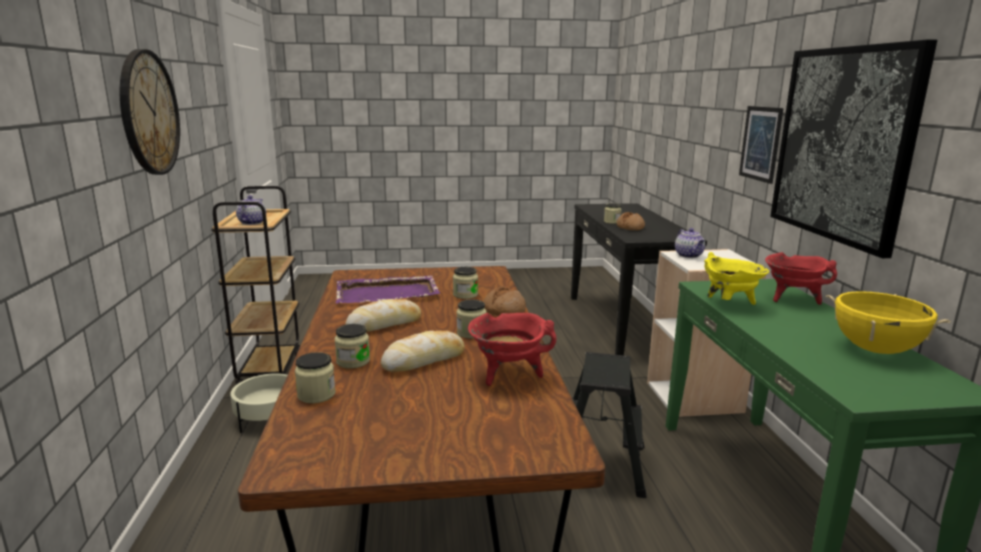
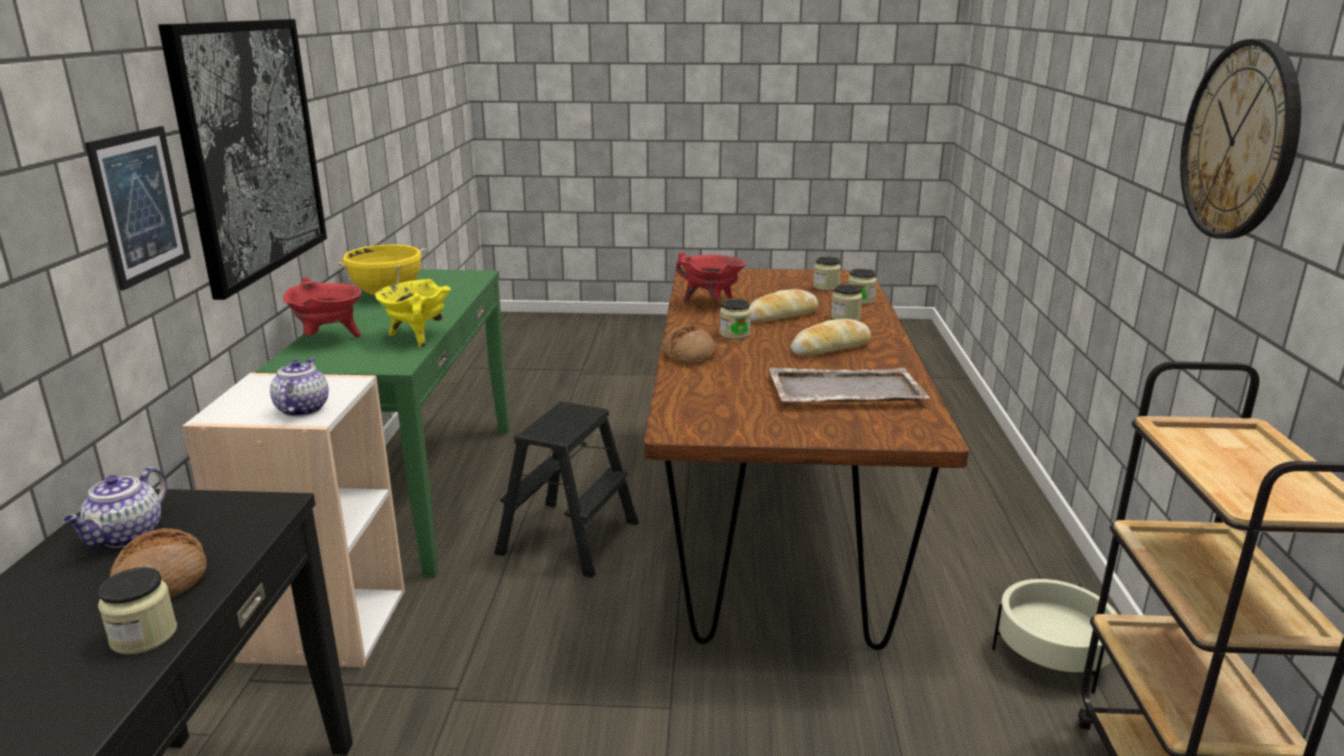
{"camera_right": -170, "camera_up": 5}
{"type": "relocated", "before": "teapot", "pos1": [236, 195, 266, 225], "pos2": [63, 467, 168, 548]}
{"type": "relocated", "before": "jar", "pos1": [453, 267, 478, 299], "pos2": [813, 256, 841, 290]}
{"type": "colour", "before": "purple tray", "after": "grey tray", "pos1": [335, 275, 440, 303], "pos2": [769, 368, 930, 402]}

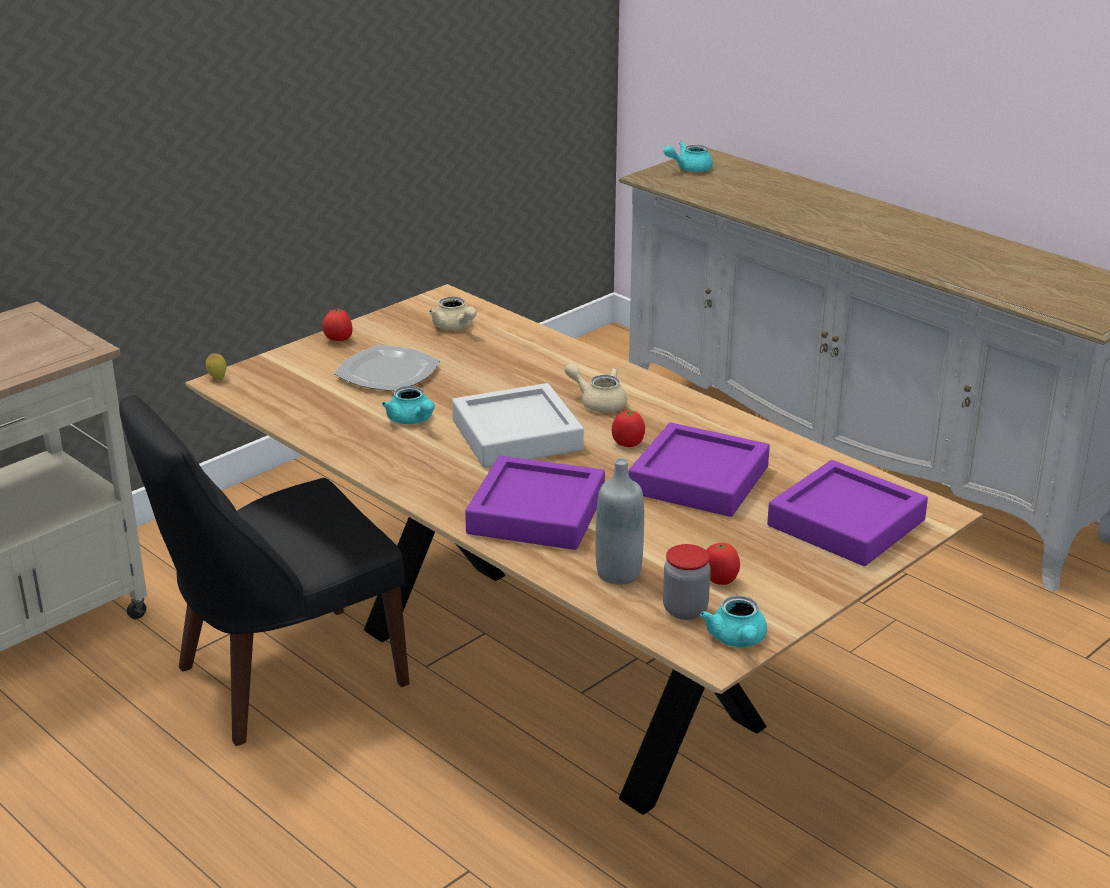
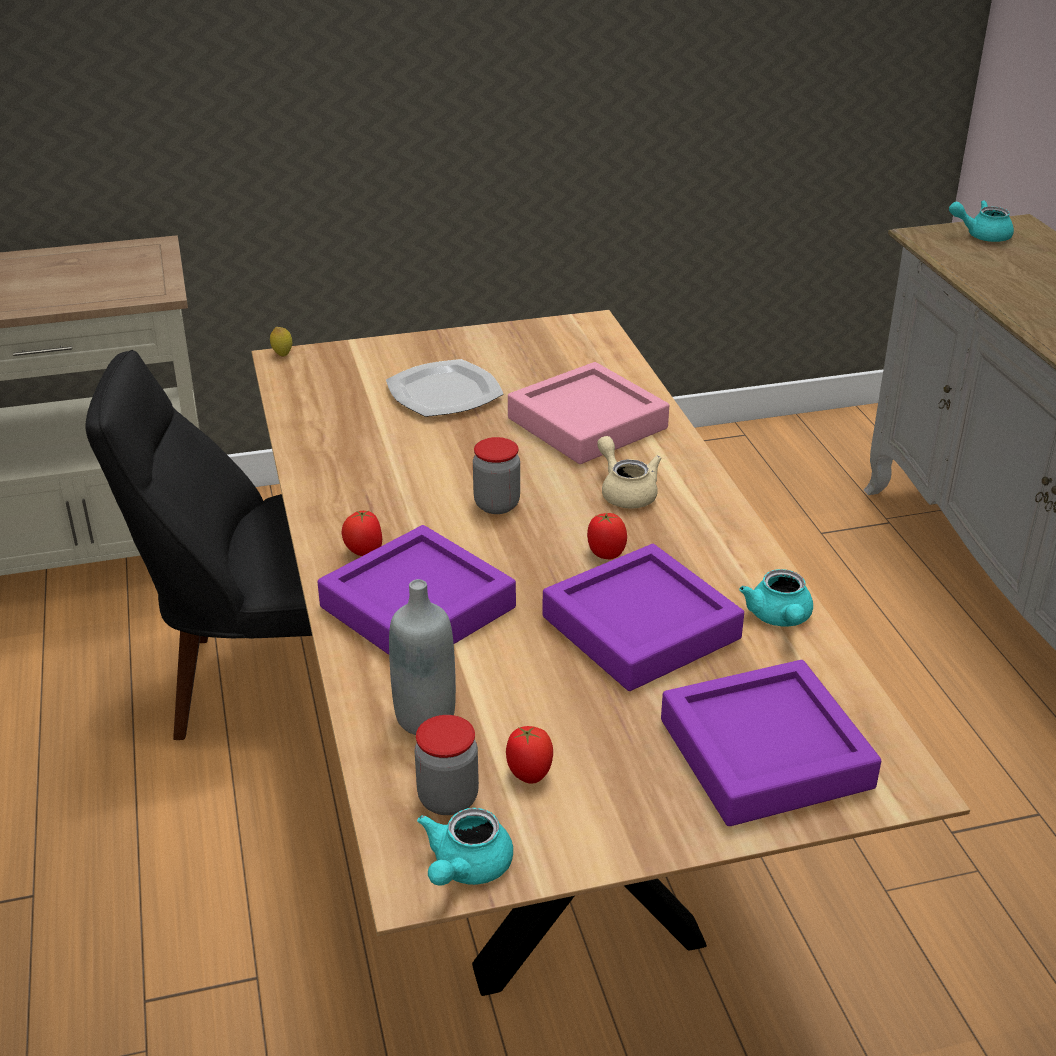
{"camera_right": 30, "camera_up": 5}
{"type": "missing", "before": "beige teapot", "pos1": [429, 297, 477, 330]}
{"type": "relocated", "before": "tomato", "pos1": [322, 309, 353, 341], "pos2": [341, 510, 382, 556]}
{"type": "exchanged", "before": "grey tray", "after": "jar", "pos1": [452, 383, 584, 468], "pos2": [473, 437, 520, 514]}
{"type": "relocated", "before": "turquoise teapot", "pos1": [382, 386, 435, 424], "pos2": [739, 569, 813, 626]}
{"type": "appeared", "after": "pink tray", "pos2": [508, 362, 669, 464]}

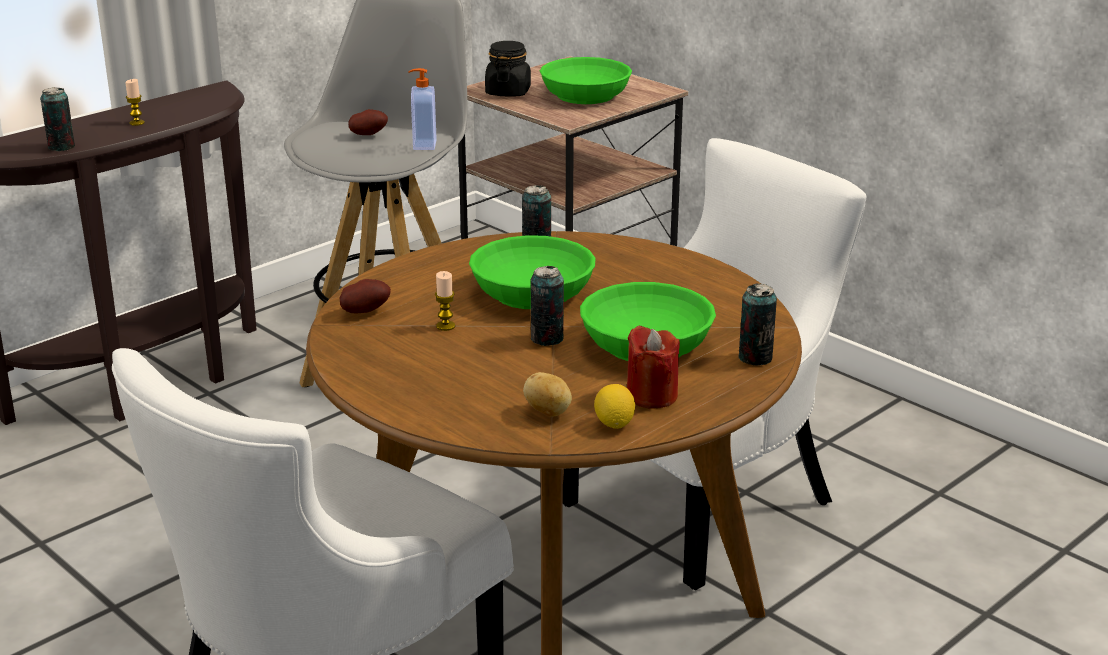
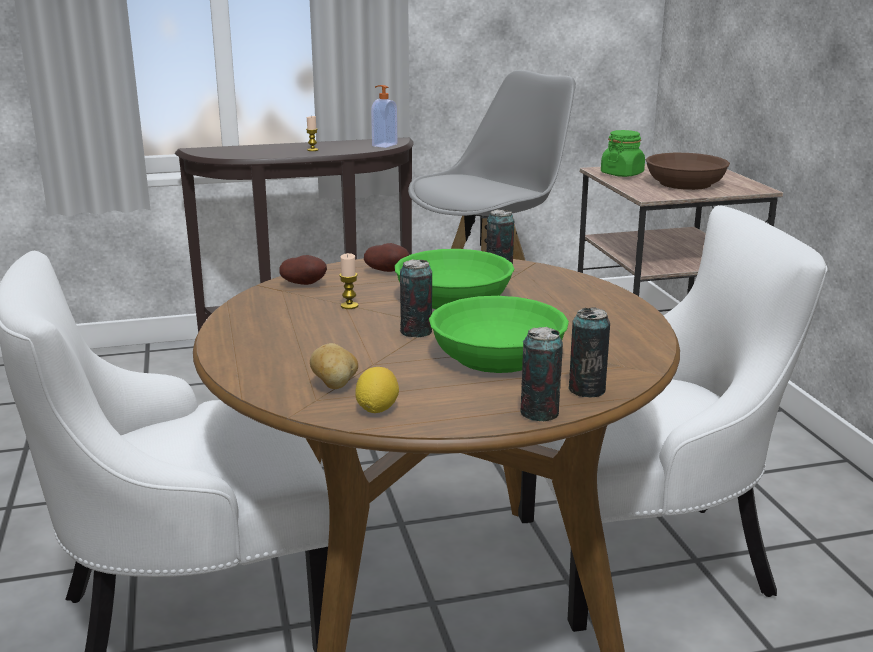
{"camera_right": 30, "camera_up": -5}
{"type": "colour", "before": "black jar", "after": "green jar", "pos1": [485, 41, 531, 97], "pos2": [601, 130, 645, 177]}
{"type": "colour", "before": "green bowl", "after": "brown bowl", "pos1": [540, 57, 632, 104], "pos2": [646, 153, 730, 190]}
{"type": "relocated", "before": "soap dispenser", "pos1": [408, 68, 436, 150], "pos2": [371, 85, 397, 148]}
{"type": "relocated", "before": "can", "pos1": [40, 87, 75, 151], "pos2": [520, 327, 563, 421]}
{"type": "relocated", "before": "potato", "pos1": [349, 109, 388, 135], "pos2": [364, 243, 409, 272]}
{"type": "missing", "before": "red candle", "pos1": [627, 326, 680, 409]}

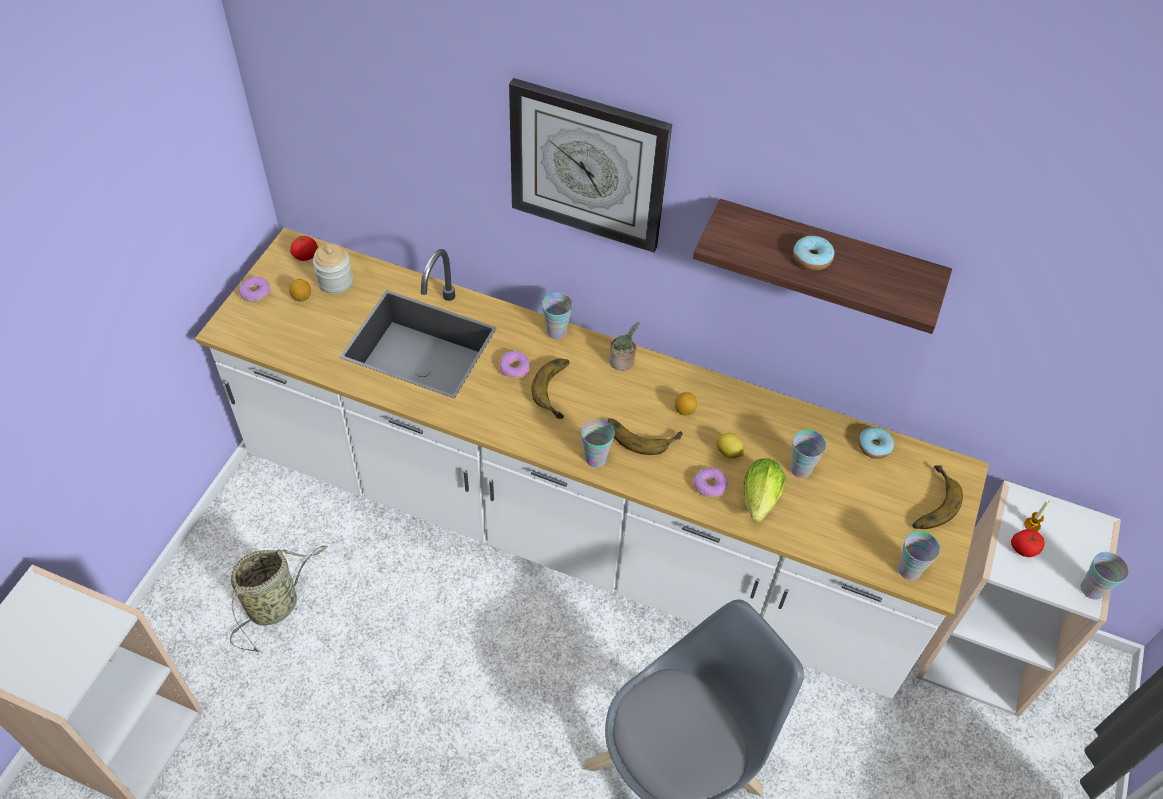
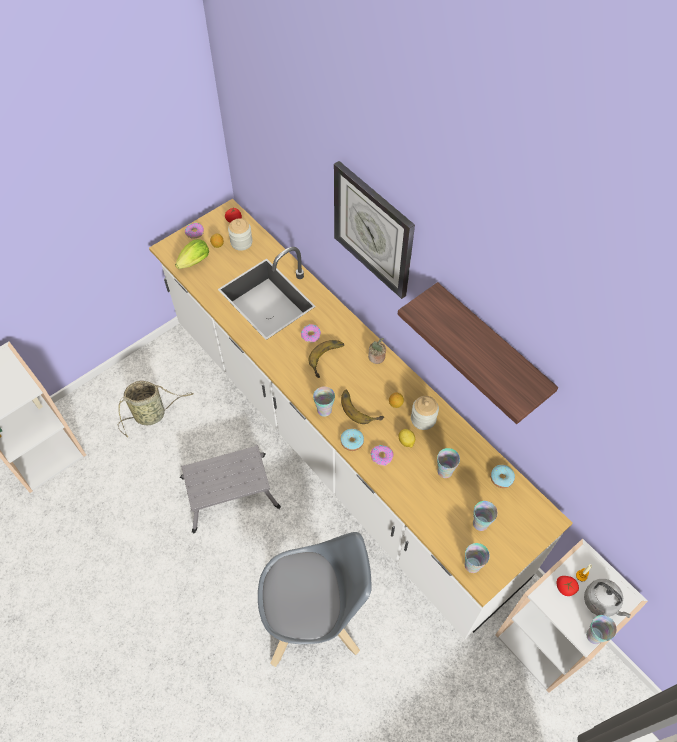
{"camera_right": 30, "camera_up": 5}
{"type": "relocated", "before": "donut", "pos1": [793, 236, 835, 271], "pos2": [340, 429, 364, 451]}
{"type": "relocated", "before": "cup", "pos1": [542, 293, 573, 339], "pos2": [473, 501, 498, 531]}
{"type": "relocated", "before": "lettuce", "pos1": [743, 458, 786, 522], "pos2": [175, 239, 209, 269]}
{"type": "missing", "before": "banana", "pos1": [912, 465, 963, 529]}
{"type": "appeared", "after": "jar", "pos2": [411, 396, 439, 430]}
{"type": "appeared", "after": "grey step ladder", "pos2": [180, 445, 281, 534]}
{"type": "appeared", "after": "grey kettle", "pos2": [584, 579, 631, 618]}

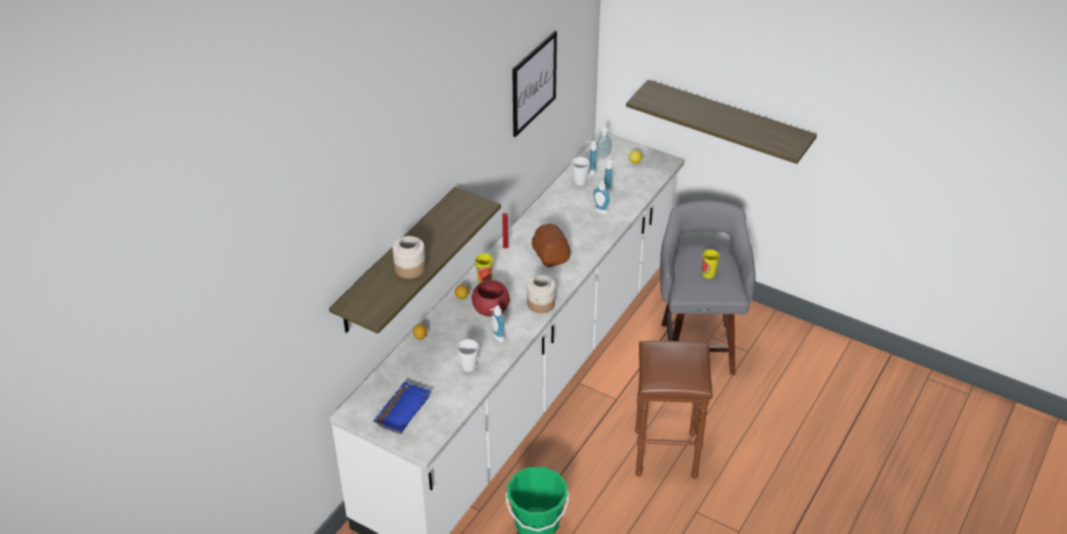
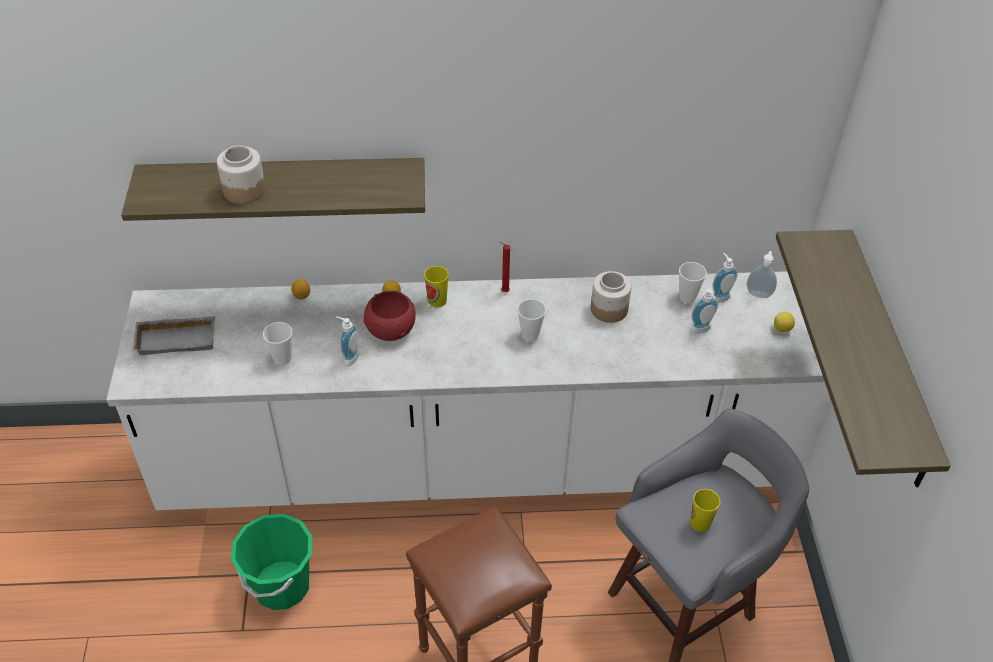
{"camera_right": 55, "camera_up": 5}
{"type": "missing", "before": "picture", "pos1": [512, 31, 557, 137]}
{"type": "missing", "before": "soap dispenser", "pos1": [593, 181, 610, 214]}
{"type": "exchanged", "before": "bread", "after": "cup", "pos1": [532, 224, 570, 267], "pos2": [517, 299, 546, 341]}
{"type": "relocated", "before": "jar", "pos1": [527, 275, 556, 313], "pos2": [591, 271, 631, 323]}
{"type": "colour", "before": "blue tray", "after": "grey tray", "pos1": [373, 382, 431, 434], "pos2": [133, 316, 215, 355]}

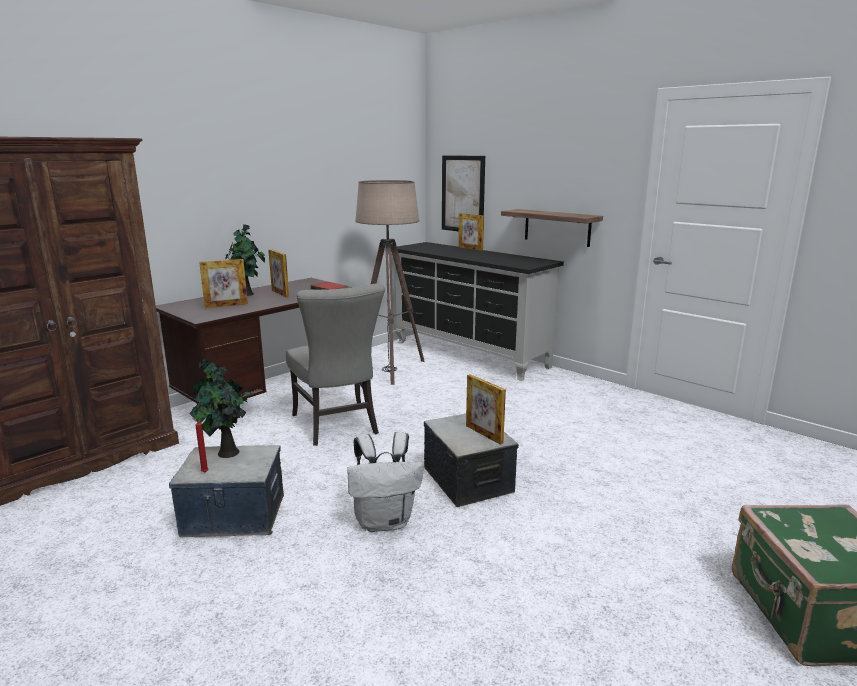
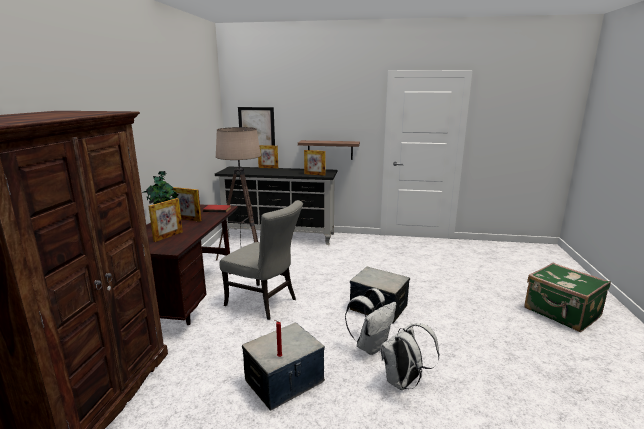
{"camera_right": -35, "camera_up": 0}
{"type": "missing", "before": "potted plant", "pos1": [189, 359, 254, 458]}
{"type": "relocated", "before": "picture frame", "pos1": [466, 374, 506, 445], "pos2": [304, 150, 326, 176]}
{"type": "appeared", "after": "white backpack", "pos2": [381, 323, 439, 390]}

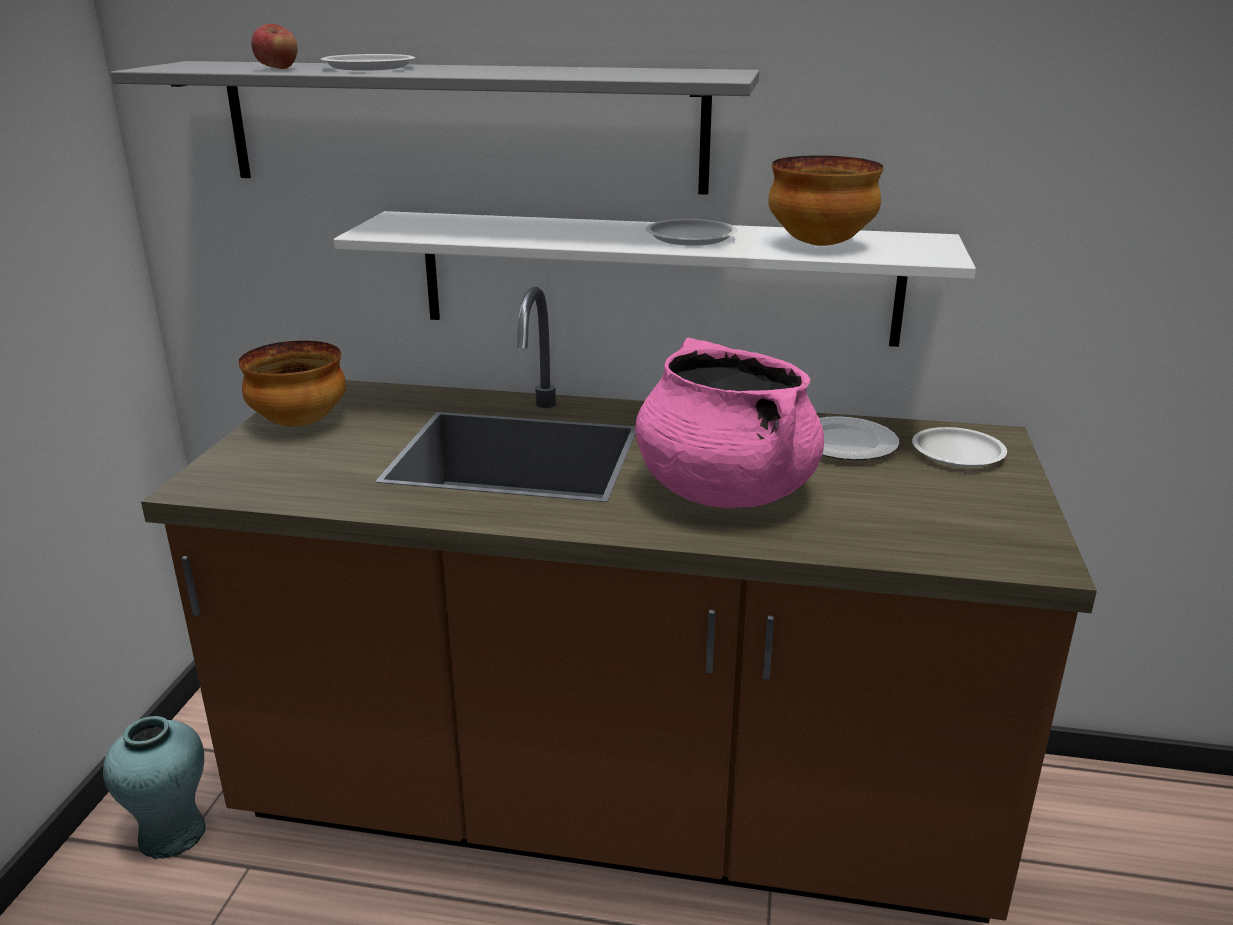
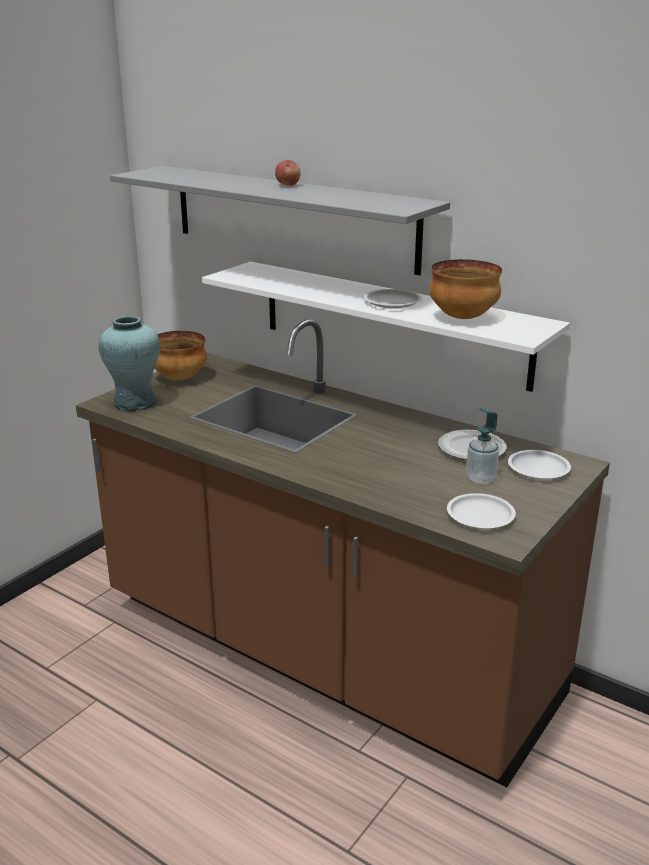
{"camera_right": 25, "camera_up": 0}
{"type": "relocated", "before": "apple", "pos1": [251, 24, 298, 69], "pos2": [275, 160, 301, 186]}
{"type": "relocated", "before": "white plate", "pos1": [321, 54, 415, 71], "pos2": [447, 493, 516, 529]}
{"type": "missing", "before": "pink cooking pot", "pos1": [635, 337, 824, 508]}
{"type": "relocated", "before": "turquoise vase", "pos1": [103, 716, 206, 859], "pos2": [98, 316, 160, 411]}
{"type": "appeared", "after": "soap dispenser", "pos2": [466, 408, 499, 484]}

